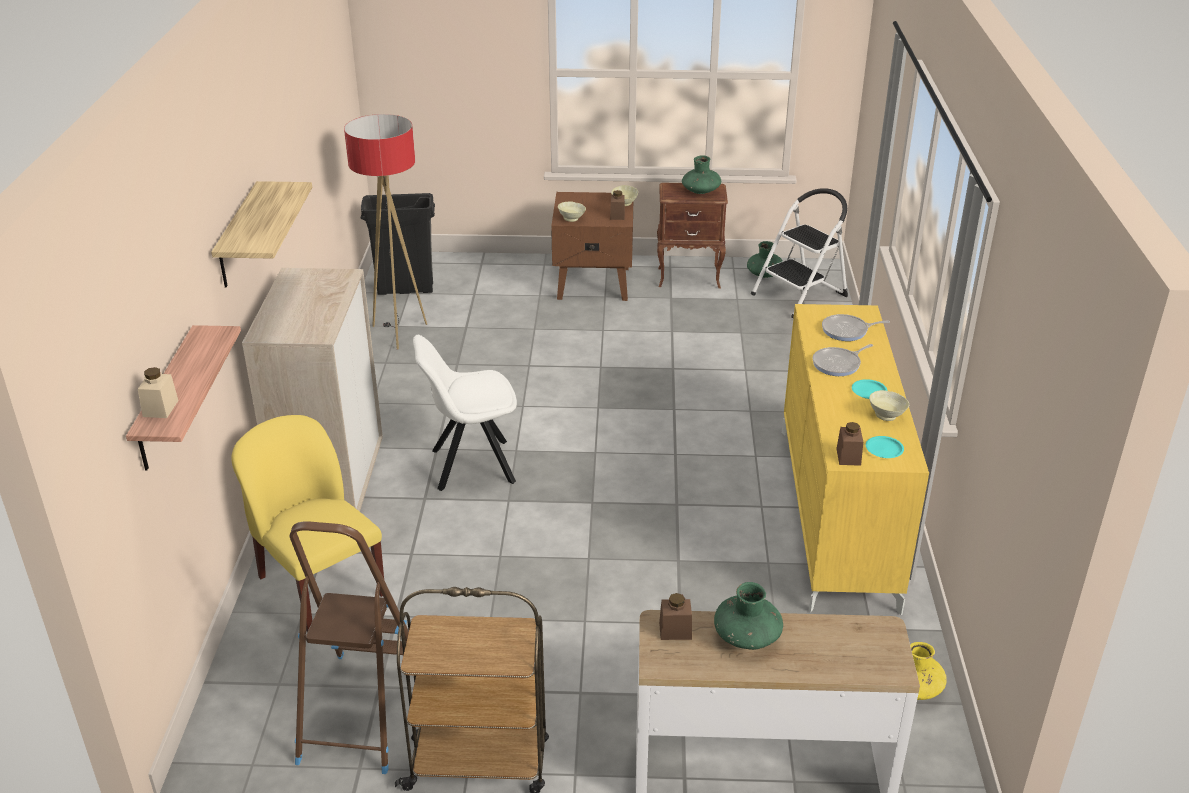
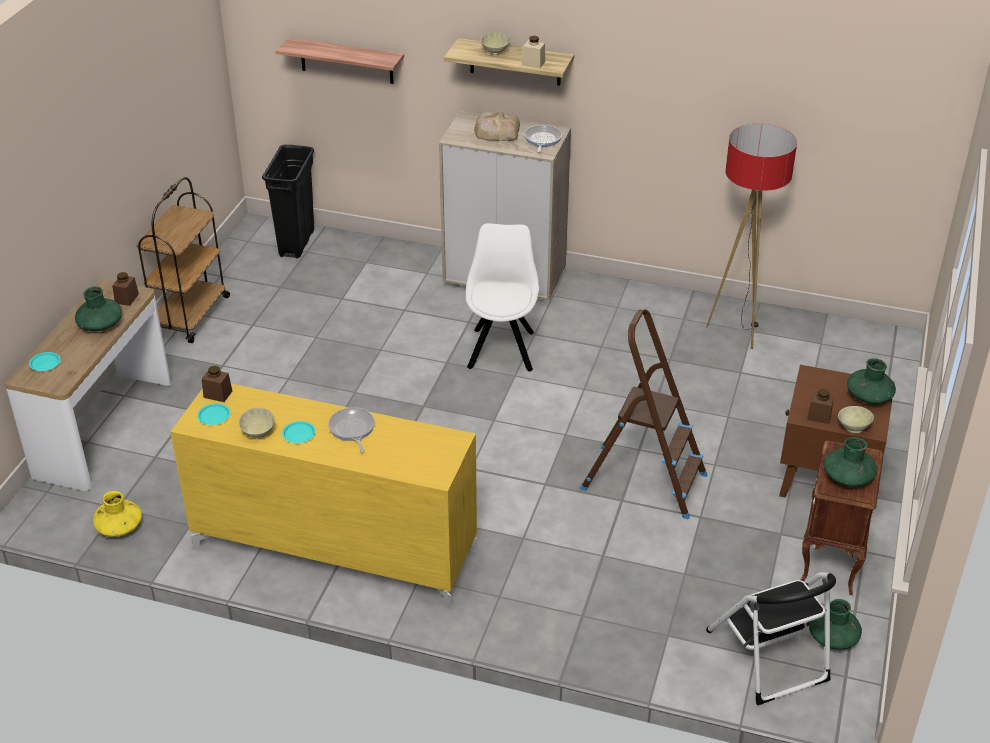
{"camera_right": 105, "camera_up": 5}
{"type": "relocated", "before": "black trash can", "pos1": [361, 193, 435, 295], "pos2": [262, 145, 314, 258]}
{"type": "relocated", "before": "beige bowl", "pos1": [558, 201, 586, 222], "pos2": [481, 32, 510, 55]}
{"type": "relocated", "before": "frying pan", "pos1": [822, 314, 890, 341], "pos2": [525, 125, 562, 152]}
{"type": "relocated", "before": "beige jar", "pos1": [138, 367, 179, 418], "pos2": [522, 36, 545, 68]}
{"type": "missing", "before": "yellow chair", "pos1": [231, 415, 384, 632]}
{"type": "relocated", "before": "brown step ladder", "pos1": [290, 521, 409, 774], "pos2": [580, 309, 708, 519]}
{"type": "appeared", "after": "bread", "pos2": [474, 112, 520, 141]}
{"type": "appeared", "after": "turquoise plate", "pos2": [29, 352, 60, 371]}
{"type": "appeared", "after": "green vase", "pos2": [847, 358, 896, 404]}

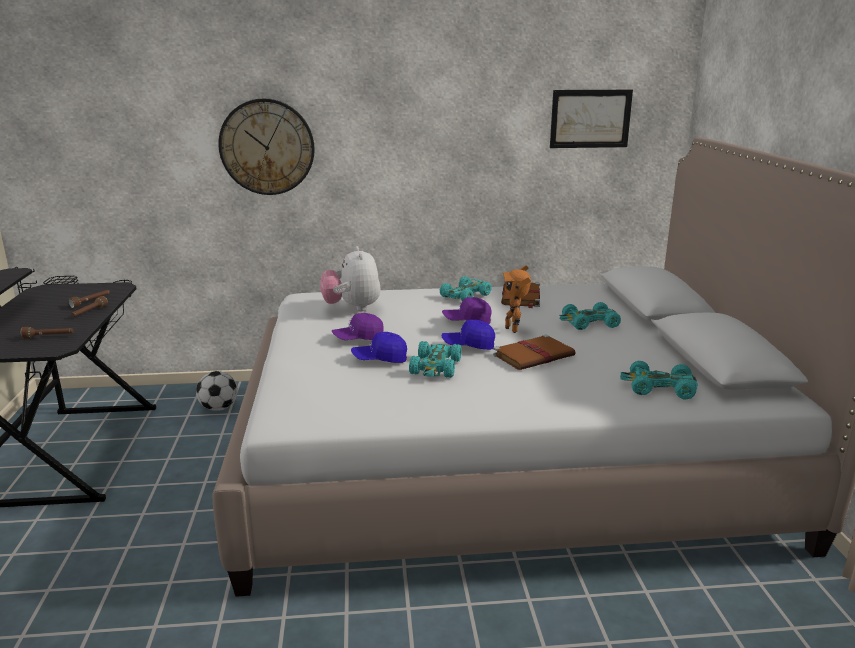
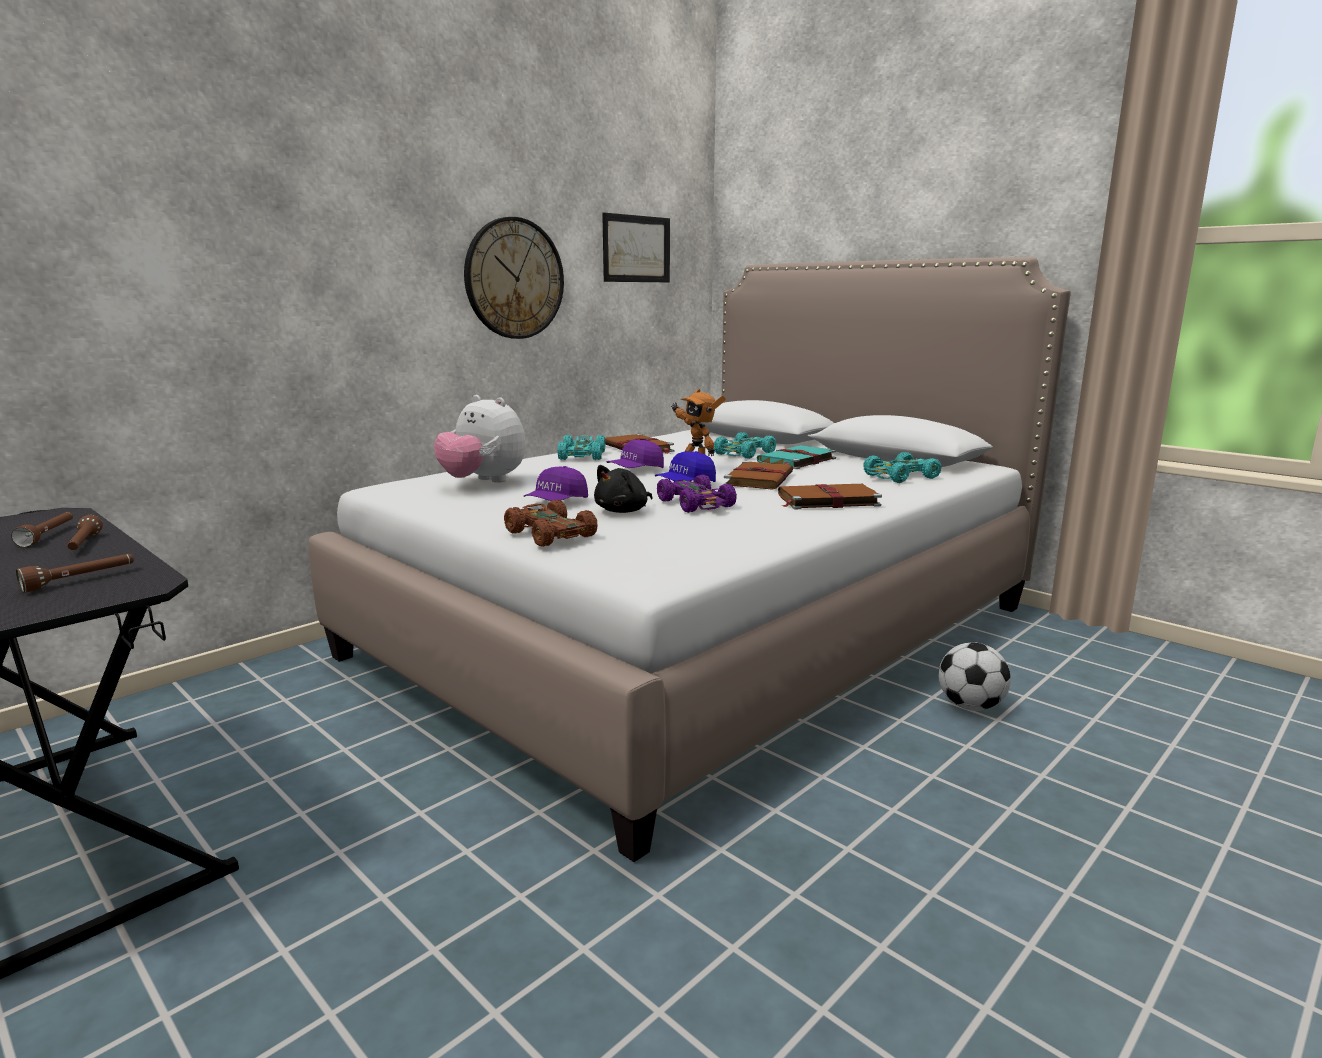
{"camera_right": -40, "camera_up": -5}
{"type": "relocated", "before": "wall clock", "pos1": [218, 98, 315, 195], "pos2": [464, 217, 564, 339]}
{"type": "exchanged", "before": "blue cap", "after": "black plush toy", "pos1": [351, 332, 407, 363], "pos2": [594, 465, 653, 513]}
{"type": "colour", "before": "turquoise toy car", "after": "purple toy car", "pos1": [409, 341, 462, 378], "pos2": [657, 474, 737, 513]}
{"type": "relocated", "before": "football", "pos1": [196, 371, 237, 411], "pos2": [939, 642, 1011, 711]}
{"type": "appeared", "after": "turquoise book", "pos2": [757, 445, 836, 469]}
{"type": "appeared", "after": "brown book", "pos2": [778, 484, 882, 510]}
{"type": "appeared", "after": "brown toy car", "pos2": [504, 499, 598, 547]}

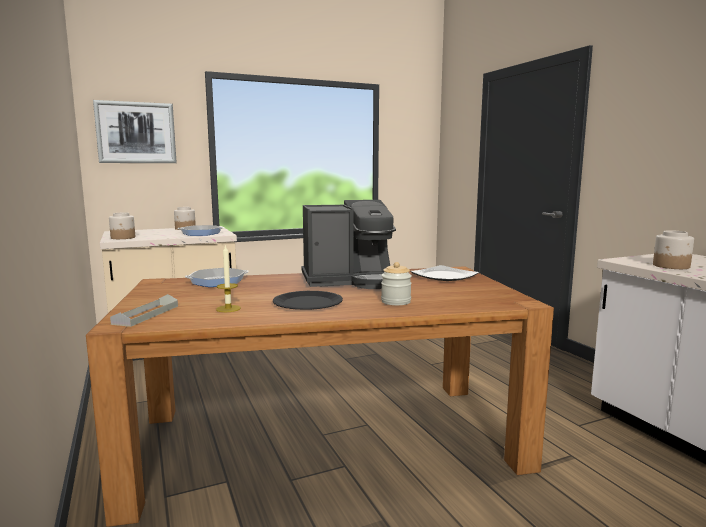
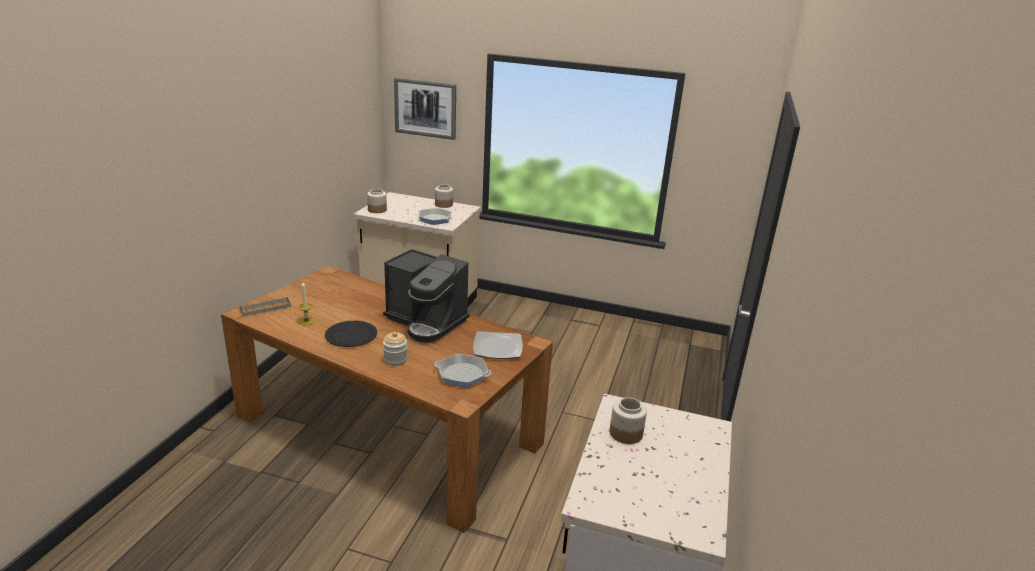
{"camera_right": 40, "camera_up": 15}
{"type": "relocated", "before": "frying pan", "pos1": [185, 268, 249, 287], "pos2": [434, 354, 492, 387]}

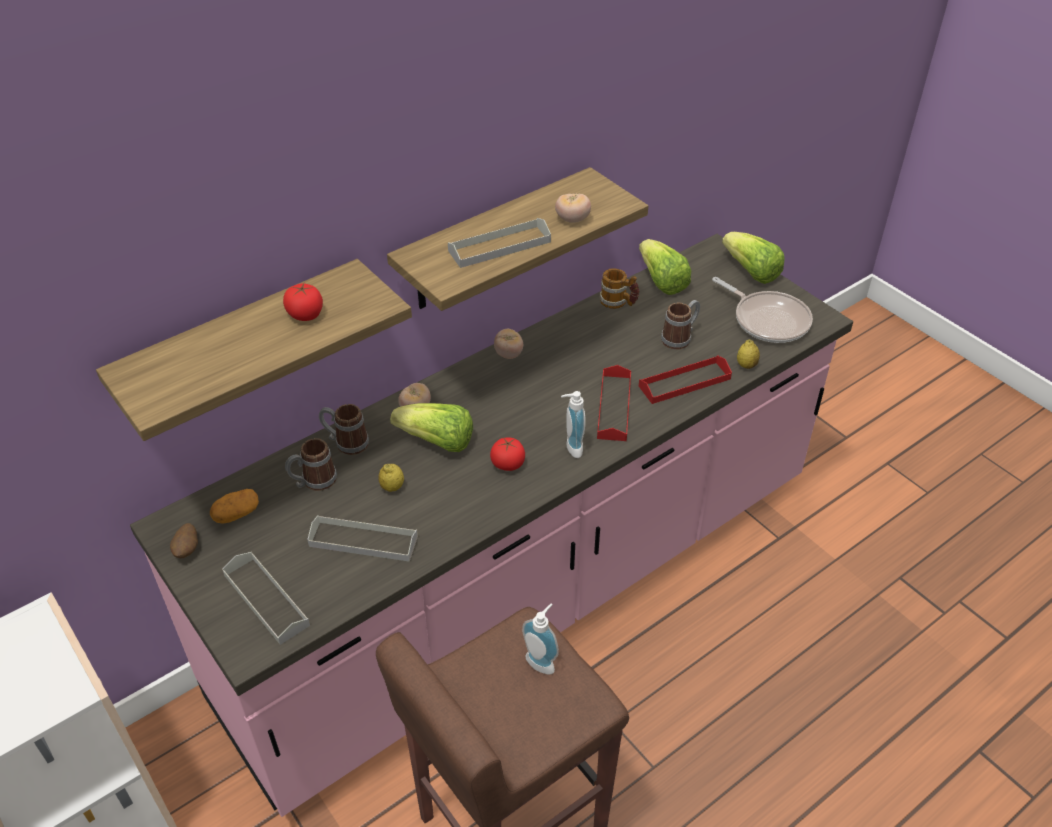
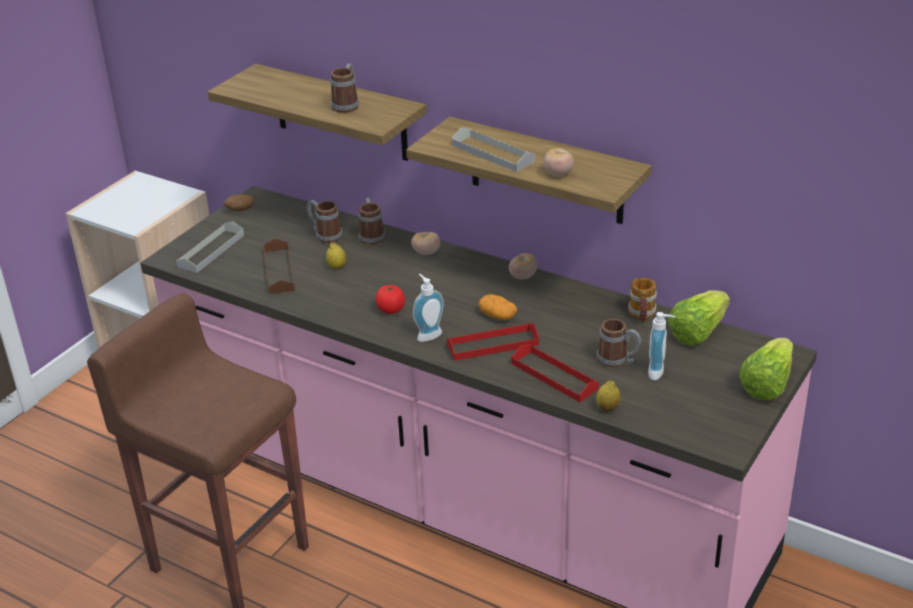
{"camera_right": 70, "camera_up": -10}
{"type": "missing", "before": "frying pan", "pos1": [712, 277, 813, 343]}
{"type": "exchanged", "before": "tomato", "after": "mug", "pos1": [283, 283, 323, 321], "pos2": [330, 63, 359, 113]}
{"type": "missing", "before": "lettuce", "pos1": [390, 403, 473, 452]}
{"type": "relocated", "before": "potato", "pos1": [210, 489, 259, 524], "pos2": [478, 294, 517, 320]}
{"type": "colour", "before": "grey tray", "after": "brown tray", "pos1": [307, 515, 418, 562], "pos2": [263, 239, 295, 294]}
{"type": "relocated", "before": "soap dispenser", "pos1": [522, 603, 559, 675], "pos2": [648, 312, 675, 380]}

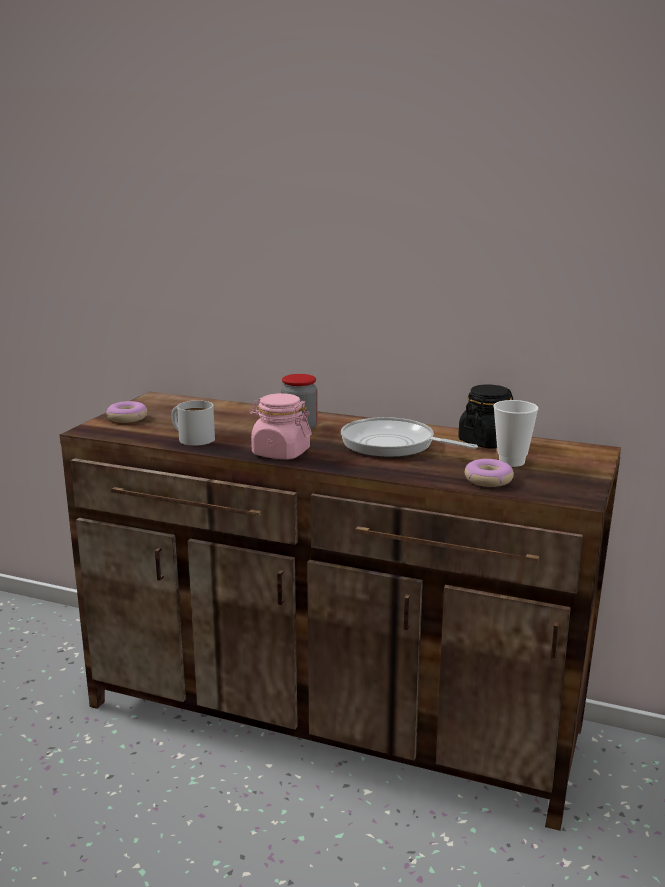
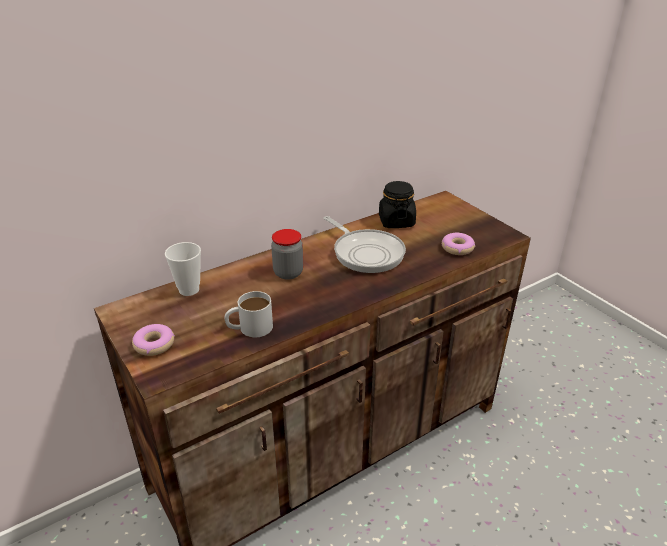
{"camera_right": -55, "camera_up": 15}
{"type": "missing", "before": "pink jar", "pos1": [249, 393, 312, 460]}
{"type": "relocated", "before": "cup", "pos1": [493, 400, 538, 467], "pos2": [165, 242, 201, 296]}
{"type": "spun", "before": "frying pan", "pos1": [341, 417, 478, 457], "pos2": [323, 216, 406, 273], "turn": -105}

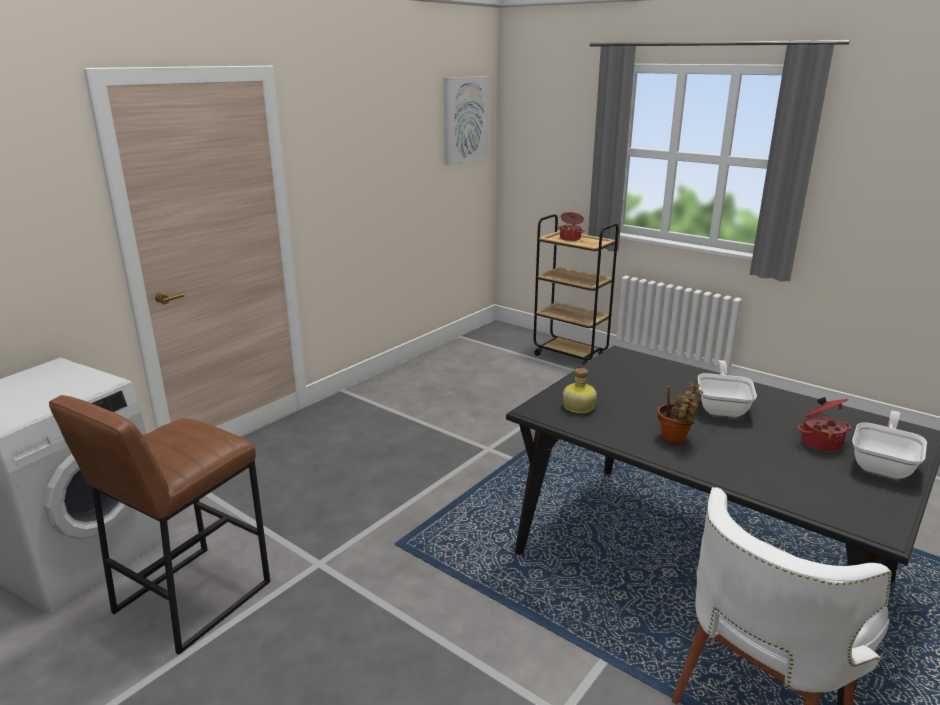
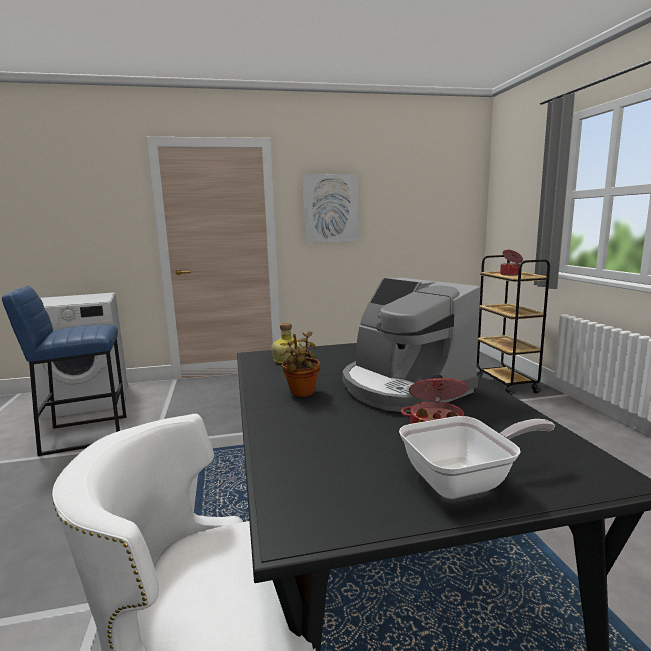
{"camera_right": 40, "camera_up": -10}
{"type": "relocated", "before": "picture", "pos1": [444, 76, 490, 165], "pos2": [303, 174, 359, 243]}
{"type": "exchanged", "before": "frying pan", "after": "coffee machine", "pos1": [698, 360, 757, 417], "pos2": [342, 278, 480, 412]}
{"type": "colour", "before": "brown stool", "after": "blue stool", "pos1": [49, 395, 270, 655], "pos2": [2, 286, 126, 456]}

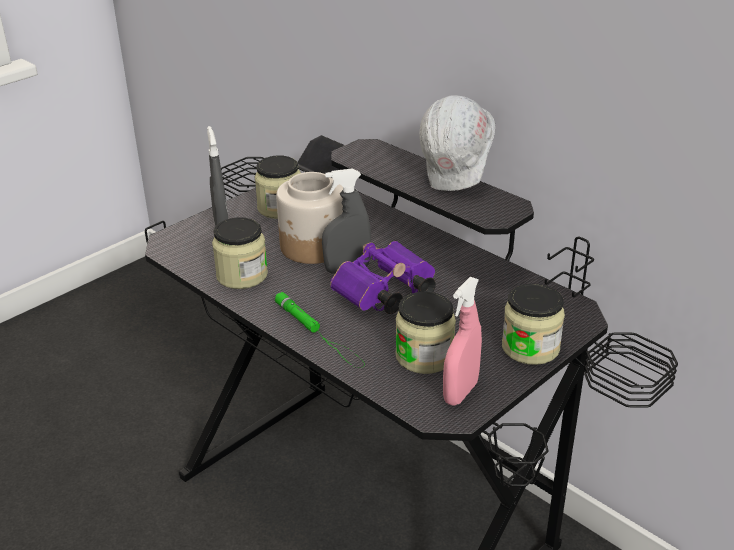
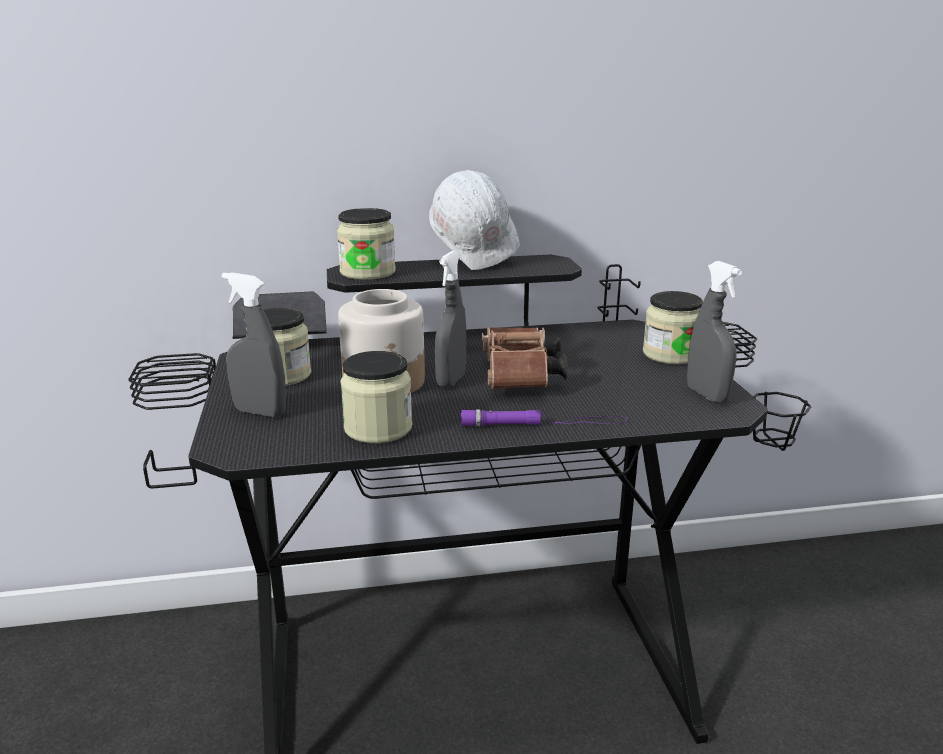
{"camera_right": -55, "camera_up": -10}
{"type": "colour", "before": "purple binoculars", "after": "brown binoculars", "pos1": [330, 241, 436, 314], "pos2": [482, 327, 567, 389]}
{"type": "colour", "before": "pink spray bottle", "after": "grey spray bottle", "pos1": [443, 277, 482, 406], "pos2": [687, 261, 742, 403]}
{"type": "colour", "before": "green flashlight", "after": "purple flashlight", "pos1": [275, 292, 365, 368], "pos2": [461, 409, 627, 426]}
{"type": "relocated", "before": "jar", "pos1": [395, 292, 456, 374], "pos2": [337, 208, 396, 280]}

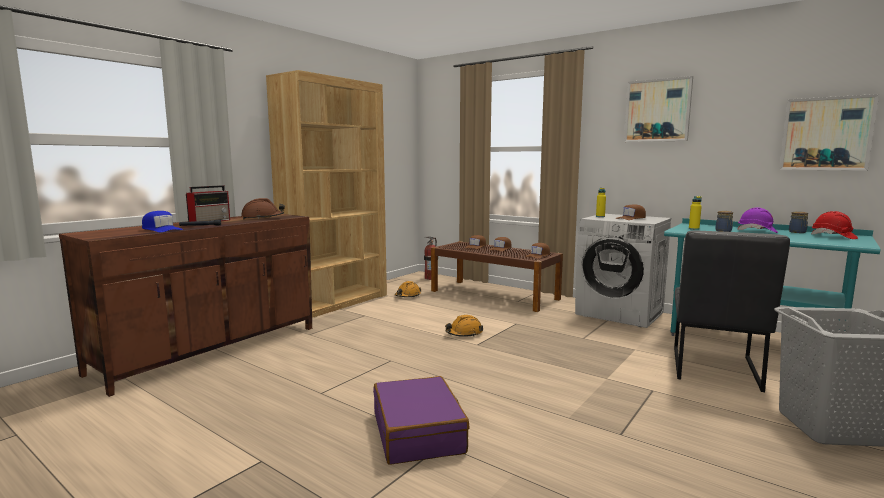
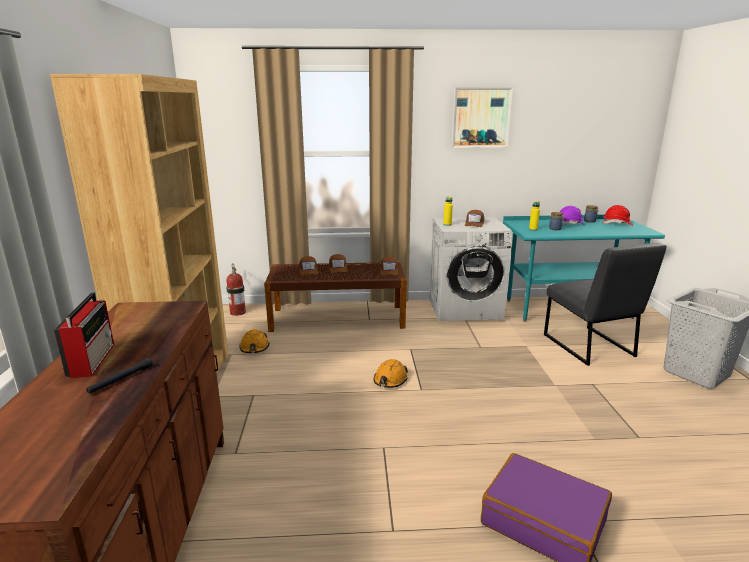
{"camera_right": -40, "camera_up": 10}
{"type": "missing", "before": "picture", "pos1": [779, 94, 879, 171]}
{"type": "missing", "before": "brown hard hat", "pos1": [241, 198, 285, 219]}
{"type": "missing", "before": "blue cap", "pos1": [142, 211, 183, 232]}

